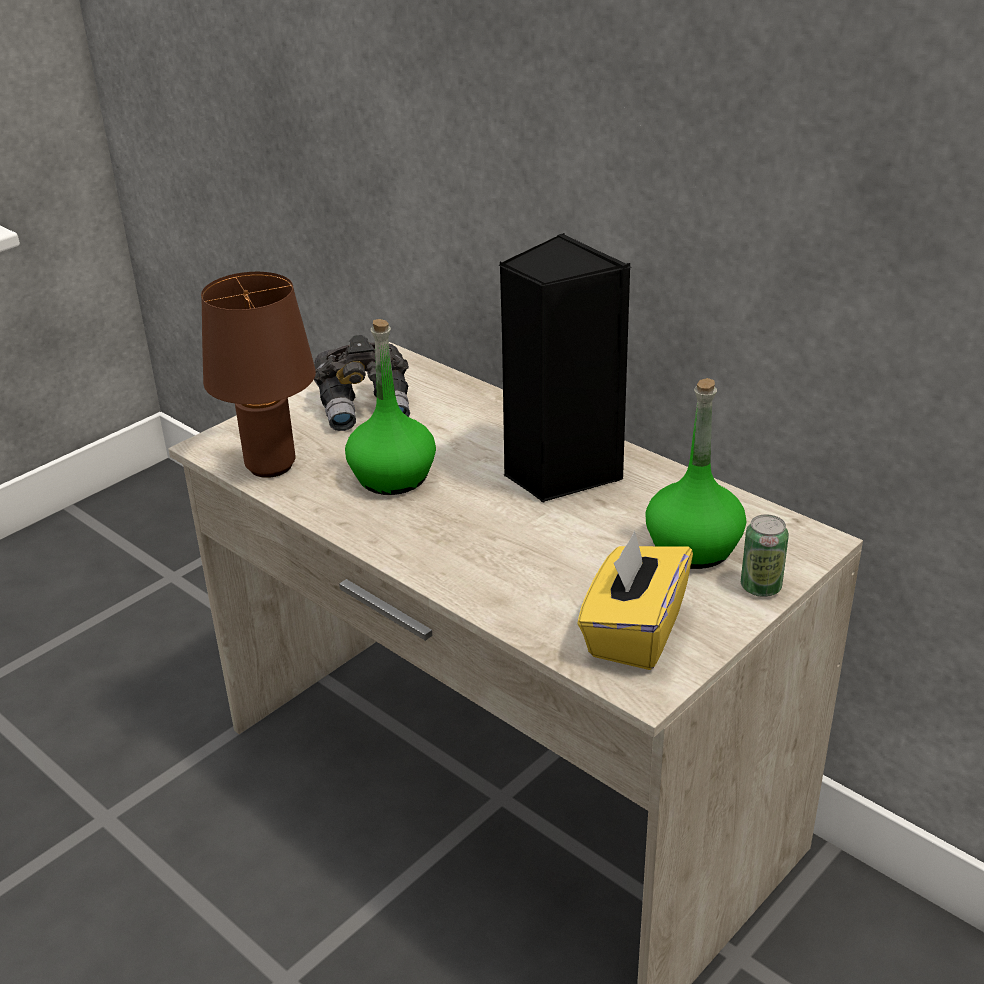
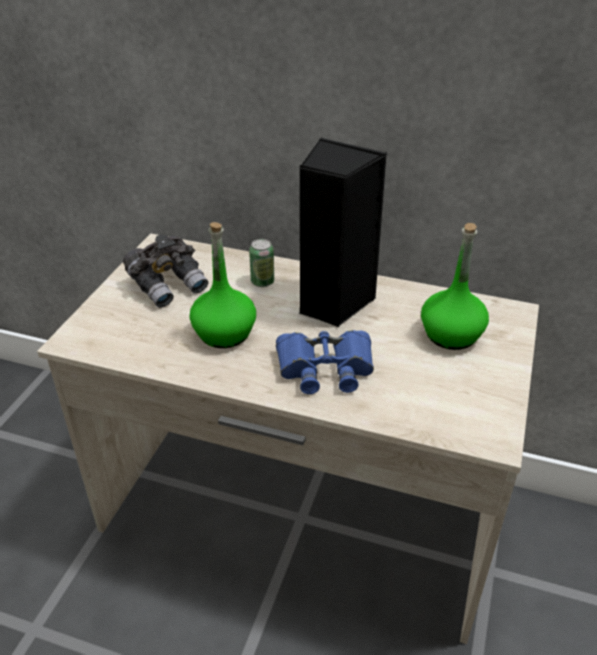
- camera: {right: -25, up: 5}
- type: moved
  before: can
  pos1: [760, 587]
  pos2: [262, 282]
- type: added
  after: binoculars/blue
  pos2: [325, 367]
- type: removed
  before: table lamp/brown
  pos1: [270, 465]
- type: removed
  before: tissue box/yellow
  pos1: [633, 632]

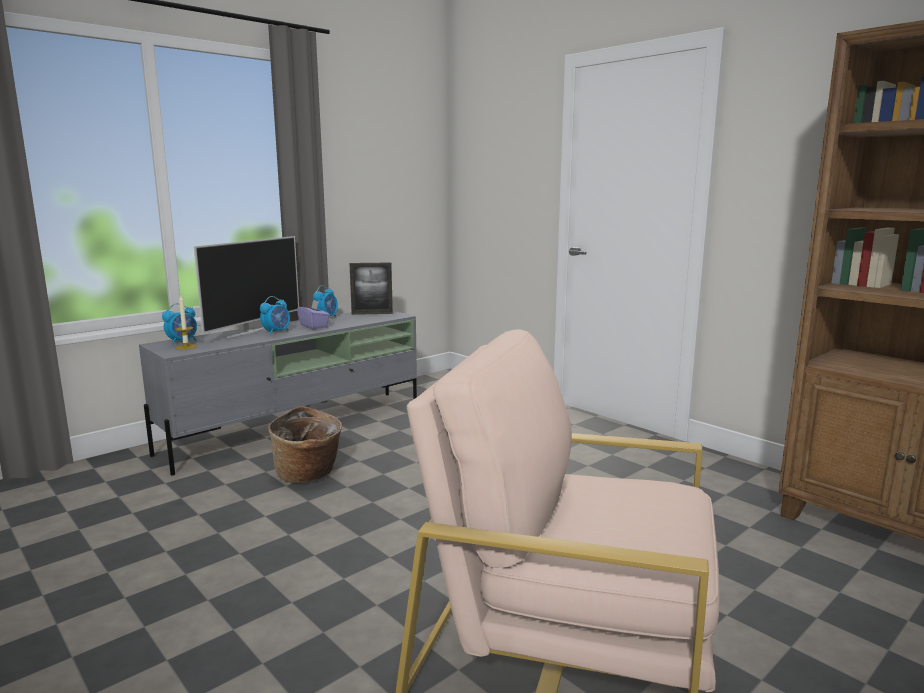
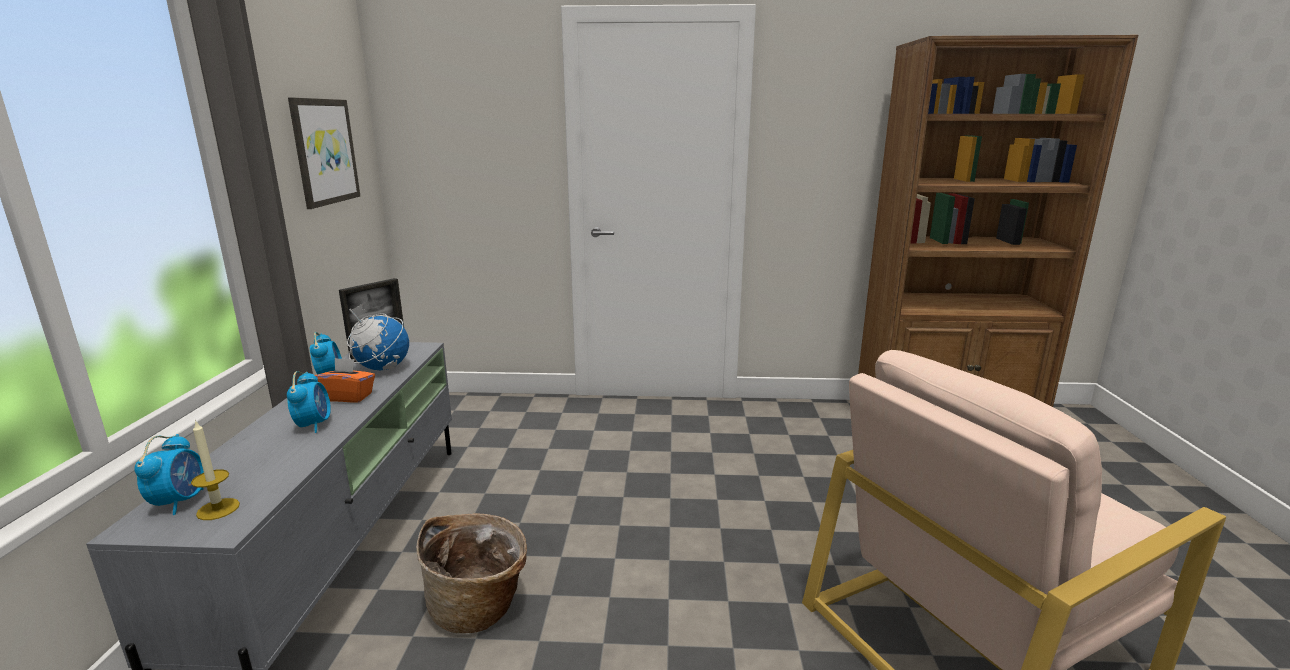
- camera: {right: -45, up: 5}
- type: added
  after: picture
  pos2: [324, 151]
- type: recoloured
  before: tissue box/purple
  after: tissue box/orange
  pos1: [314, 326]
  pos2: [347, 397]
- type: added
  after: globe
  pos2: [382, 368]
- type: removed
  before: television
  pos1: [251, 331]

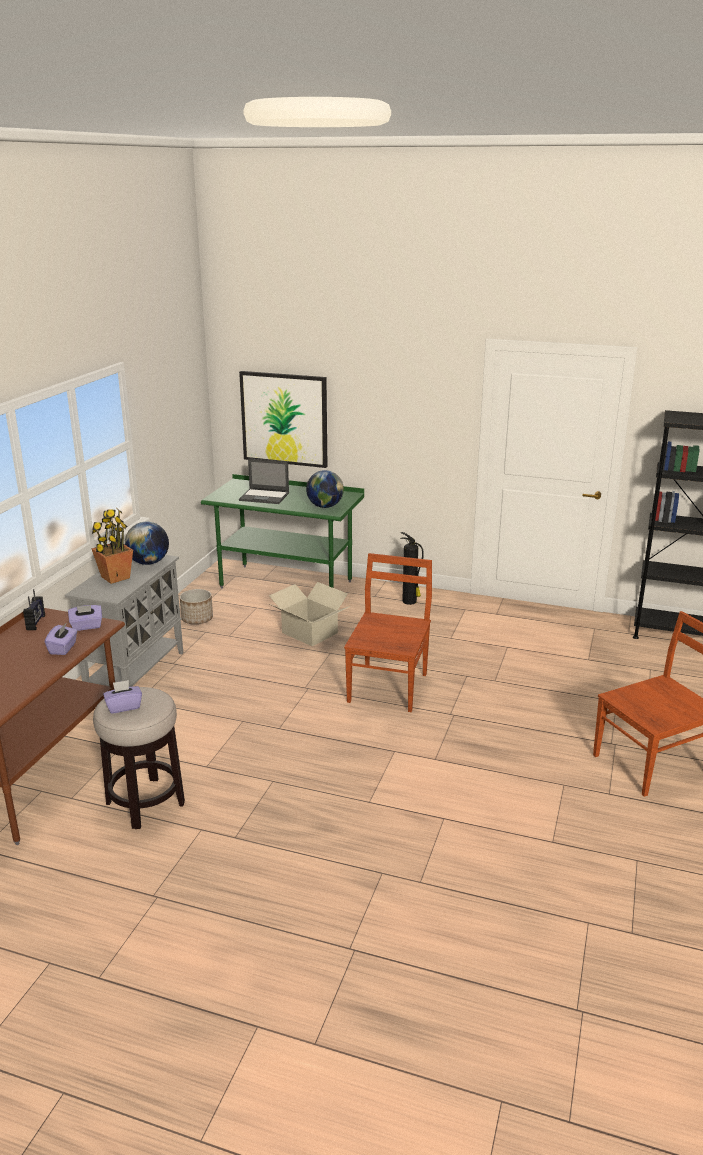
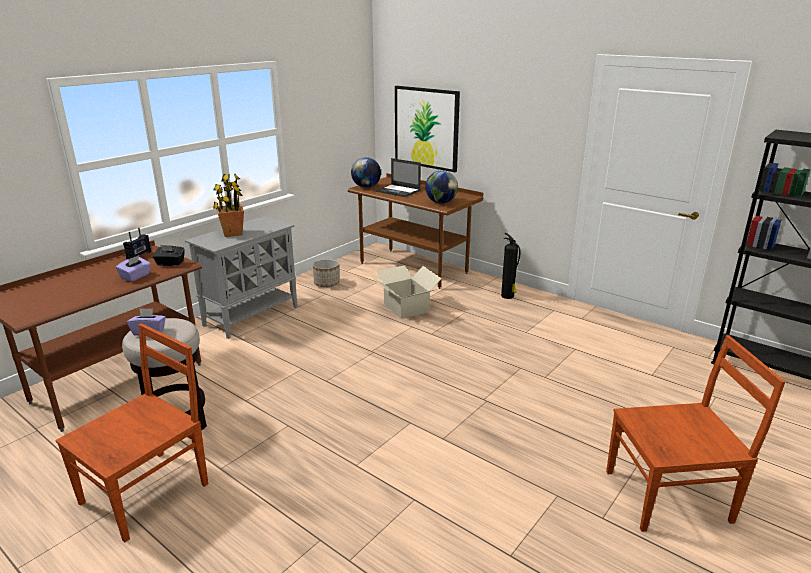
- camera: {right: 20, up: 0}
- type: moved
  before: chair/brown
  pos1: [388, 686]
  pos2: [148, 492]
- type: recoloured
  before: tissue box/purple
  after: tissue box/black
  pos1: [86, 626]
  pos2: [170, 263]
- type: recoloured
  before: desk/green
  after: desk/brown
  pos1: [286, 584]
  pos2: [413, 268]
- type: moved
  before: globe
  pos1: [148, 562]
  pos2: [366, 187]

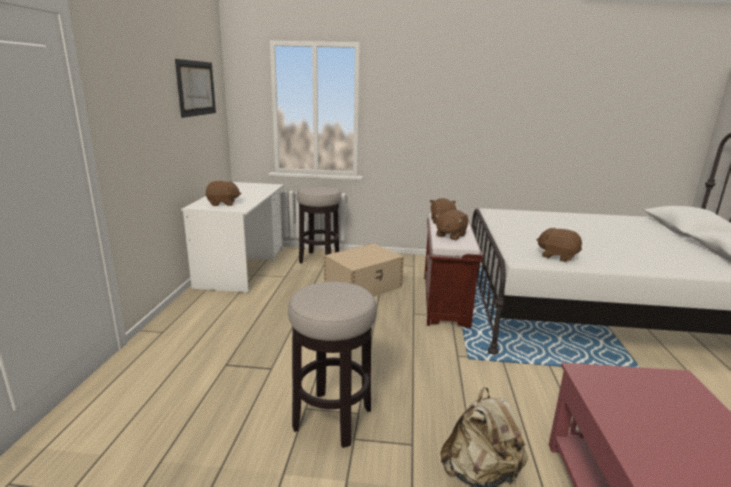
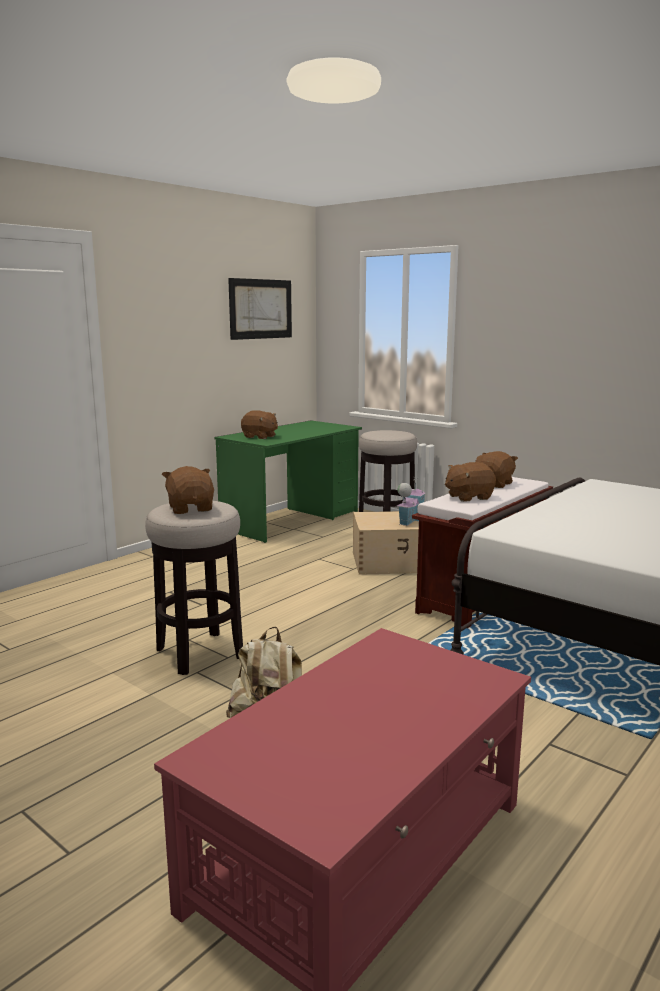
- camera: {right: 35, up: -5}
- type: moved
  before: plush toy/brown
  pos1: [557, 256]
  pos2: [191, 508]
- type: recoloured
  before: desk/white
  after: desk/green
  pos1: [242, 267]
  pos2: [291, 520]
- type: added
  after: toy house
  pos2: [409, 520]

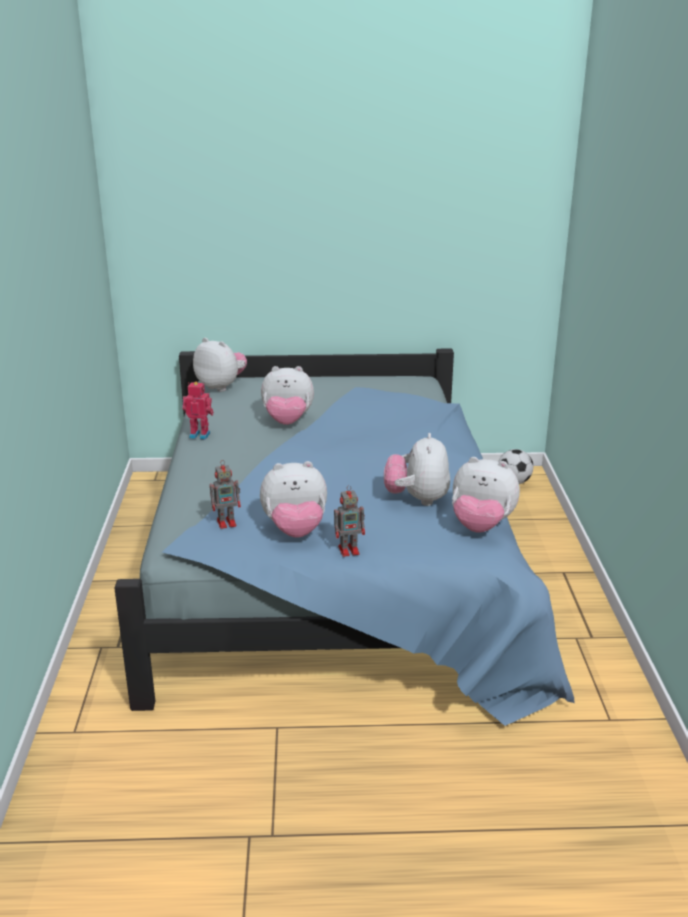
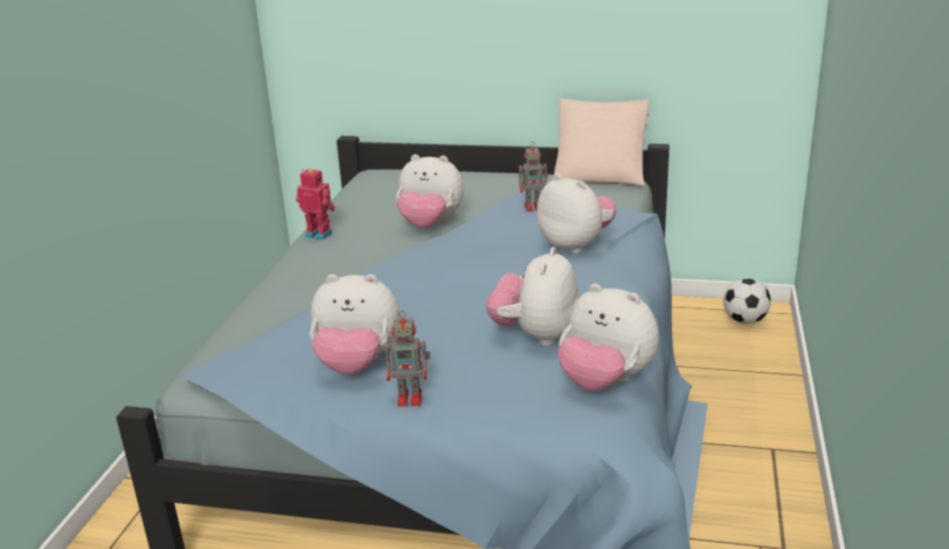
- camera: {right: 15, up: 0}
- type: moved
  before: toy robot
  pos1: [227, 522]
  pos2: [534, 207]
- type: moved
  before: plush toy
  pos1: [221, 386]
  pos2: [576, 245]
- type: added
  after: pillow/beige
  pos2: [600, 176]

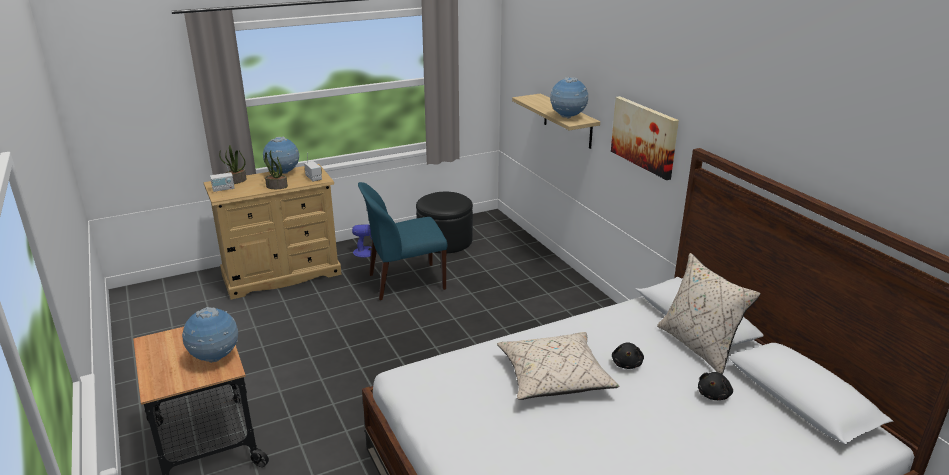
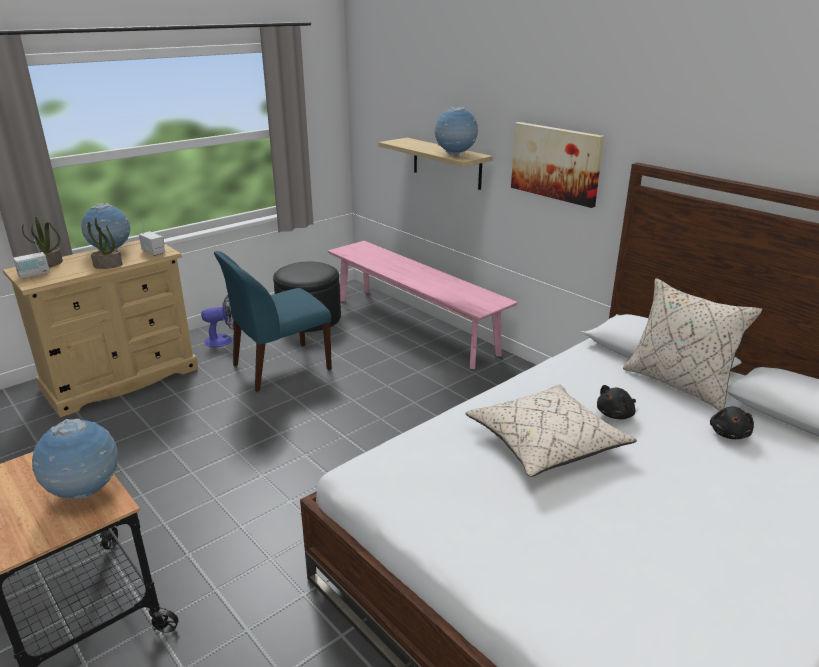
- camera: {right: -15, up: 0}
- type: added
  after: bench/pink
  pos2: [414, 325]
- type: turned
  before: plush toy/black
  pos1: [627, 364]
  pos2: [616, 414]
  turn: 60

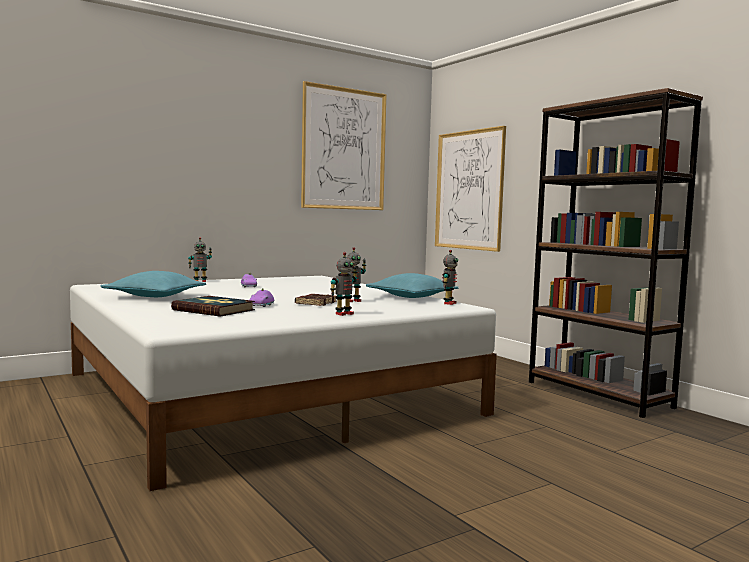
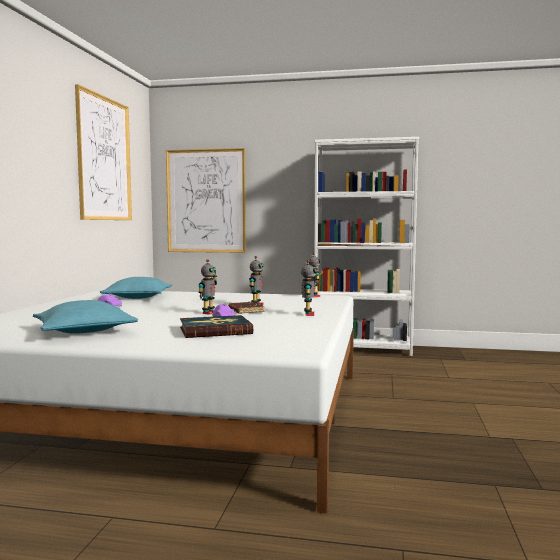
- camera: {right: -45, up: 0}
- type: moved
  before: pillow/turquoise
  pos1: [411, 297]
  pos2: [138, 297]
- type: moved
  before: toy robot
  pos1: [200, 281]
  pos2: [208, 313]
- type: recoloured
  before: bookcase/brown
  after: bookcase/white
  pos1: [598, 394]
  pos2: [363, 349]

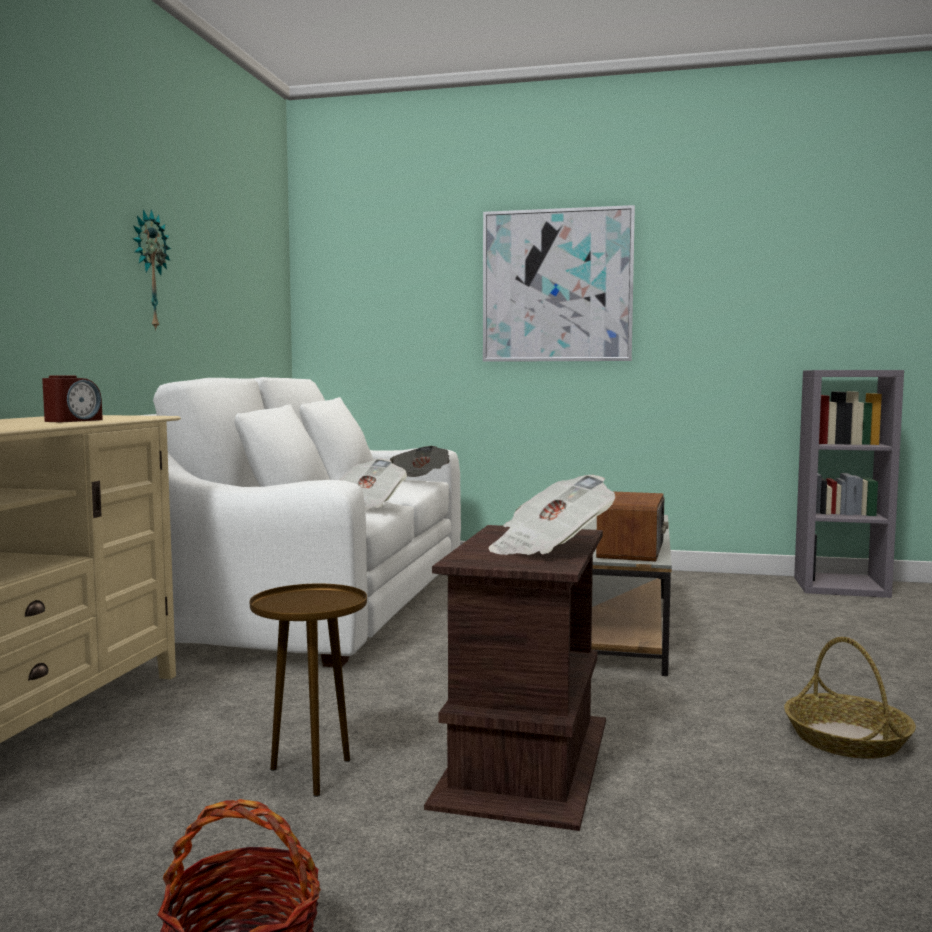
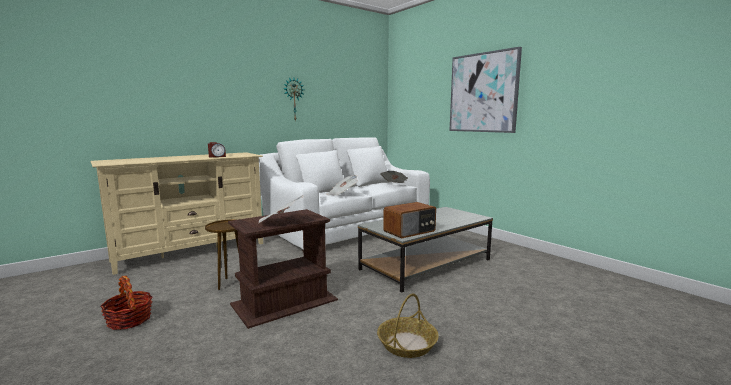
- camera: {right: 40, up: 5}
- type: removed
  before: bookcase/grey
  pos1: [841, 587]

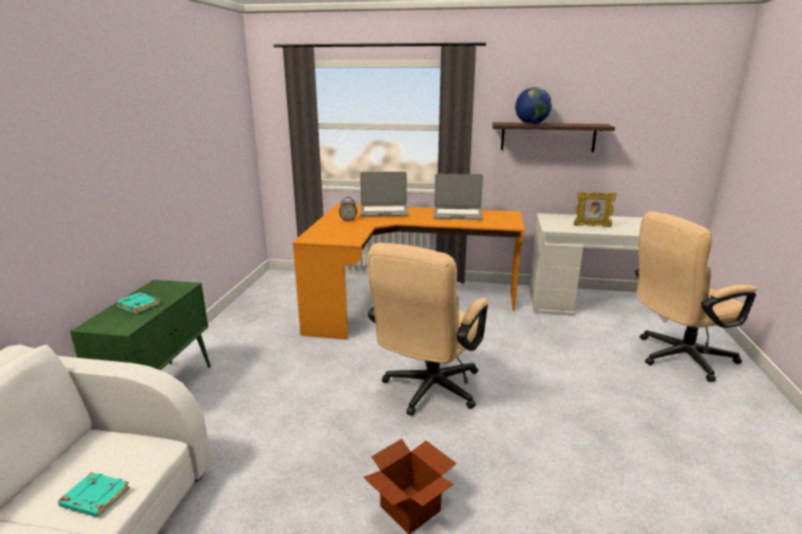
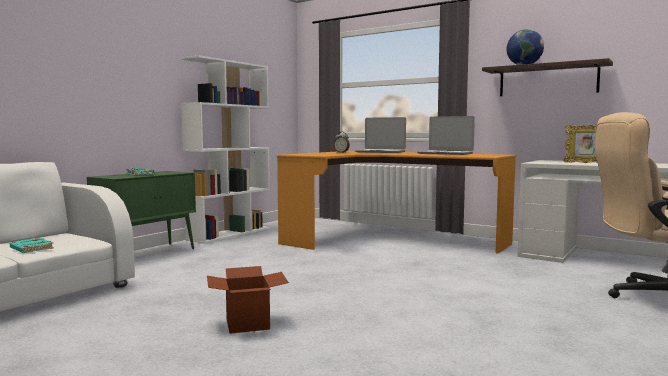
- camera: {right: 25, up: -15}
- type: added
  after: bookcase/white
  pos2: [230, 234]
- type: removed
  before: office chair/beige
  pos1: [427, 392]

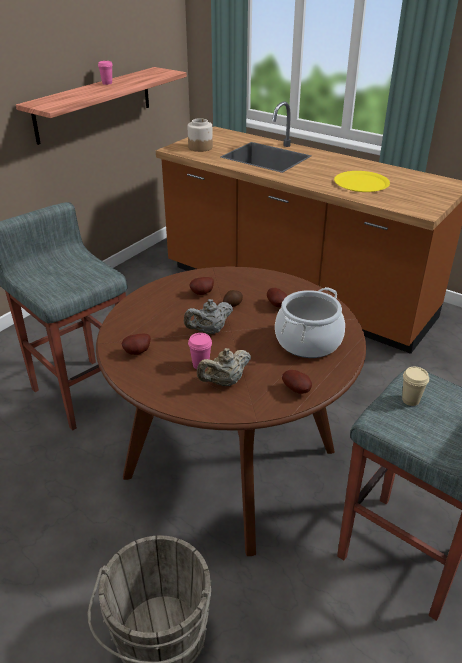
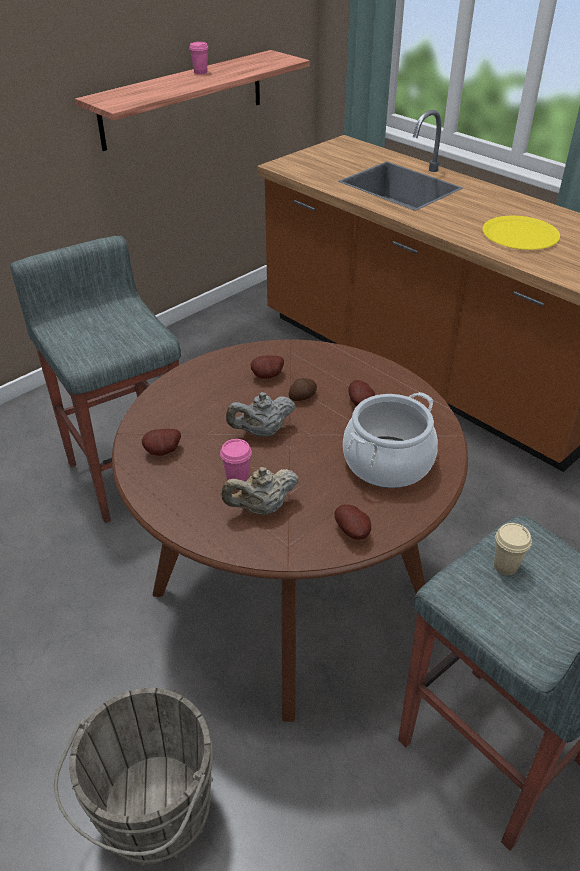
- camera: {right: 10, up: 5}
- type: removed
  before: jar
  pos1: [200, 147]

